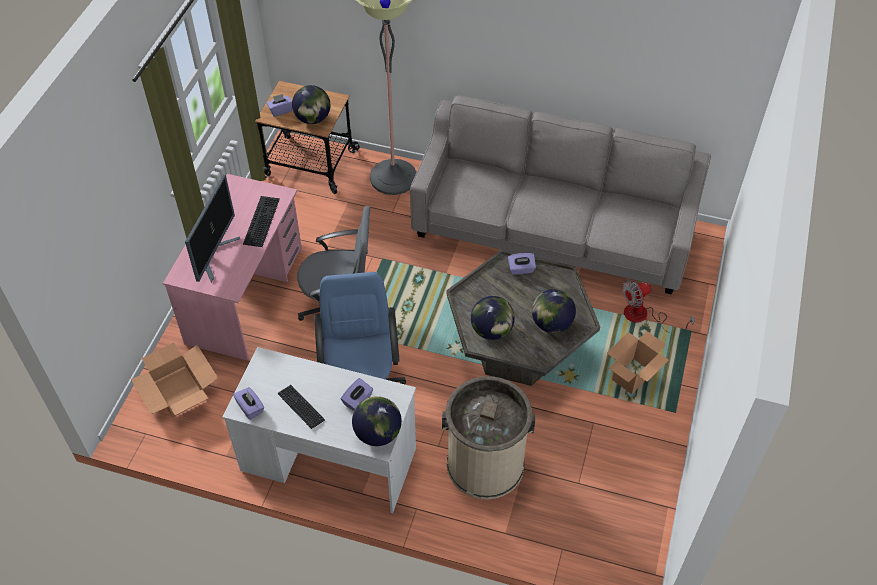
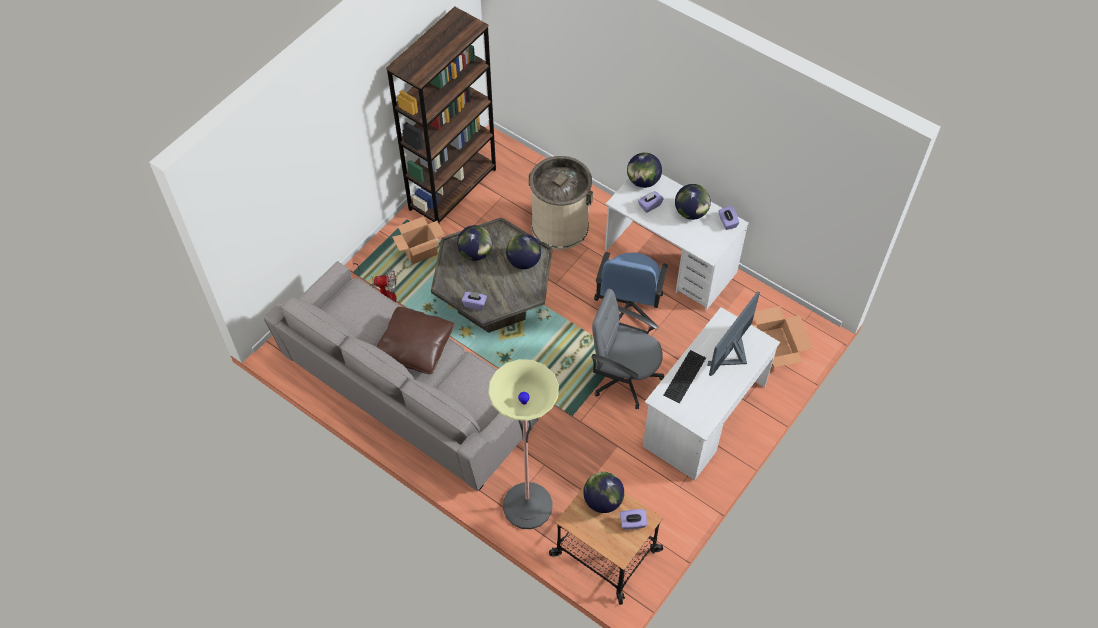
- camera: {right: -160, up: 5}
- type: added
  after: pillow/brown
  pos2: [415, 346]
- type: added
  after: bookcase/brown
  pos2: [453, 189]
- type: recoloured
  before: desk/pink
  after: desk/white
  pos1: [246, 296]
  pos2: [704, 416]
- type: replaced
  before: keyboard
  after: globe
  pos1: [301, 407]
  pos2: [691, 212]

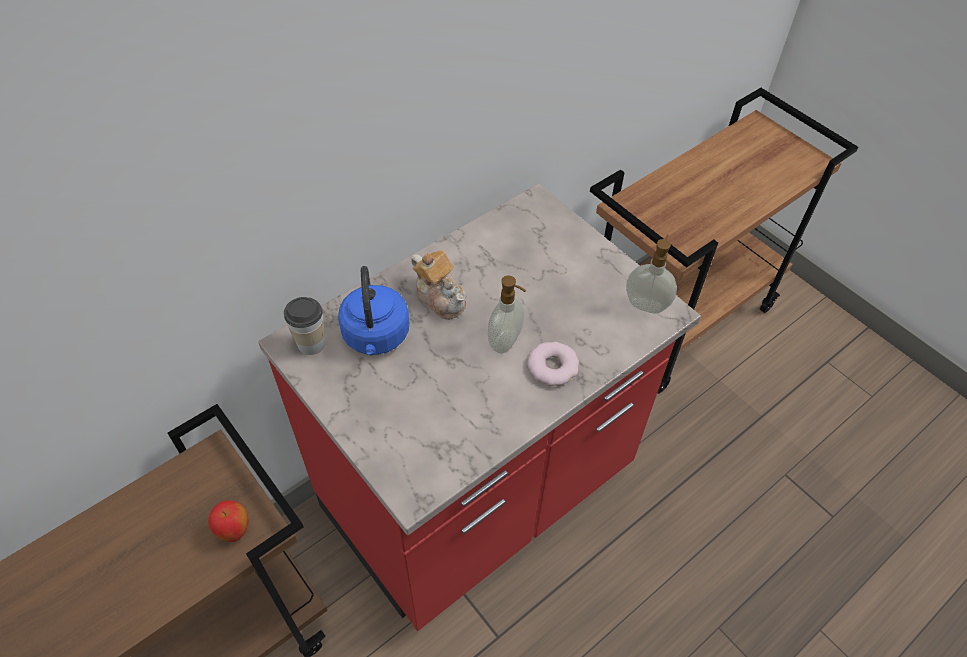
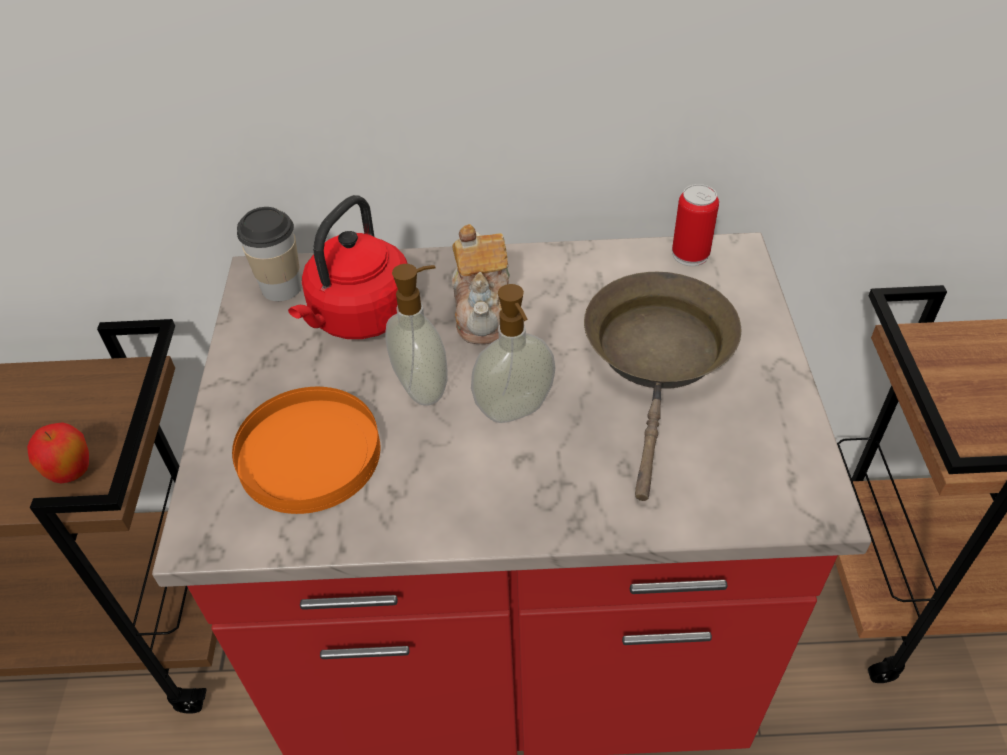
- camera: {right: 40, up: -5}
- type: added
  after: plate/orange
  pos2: [308, 455]
- type: recoloured
  before: kettle/blue
  after: kettle/red
  pos1: [376, 337]
  pos2: [359, 318]
- type: moved
  before: soap dispenser
  pos1: [646, 304]
  pos2: [423, 386]
- type: added
  after: frying pan/brown
  pos2: [659, 358]
- type: added
  after: can
  pos2: [690, 254]
- type: removed
  before: donut
  pos1: [552, 367]

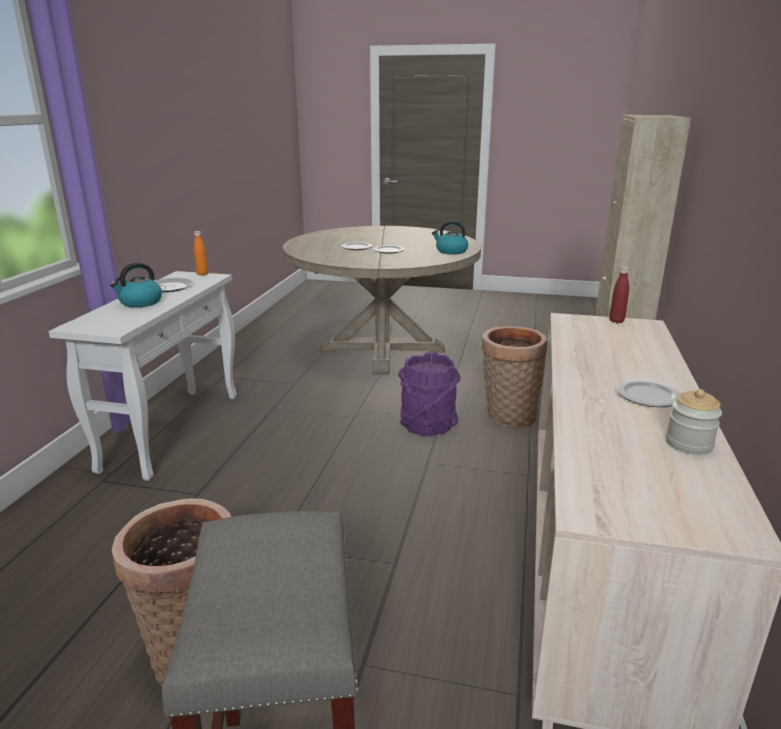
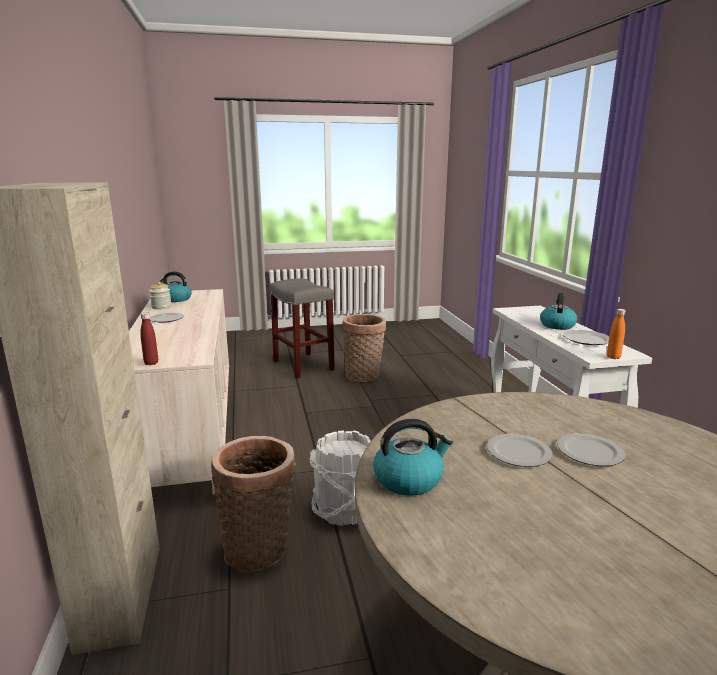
- camera: {right: 155, up: -5}
- type: added
  after: kettle
  pos2: [176, 299]
- type: recoloured
  before: bucket/purple
  after: bucket/white
  pos1: [427, 425]
  pos2: [344, 509]

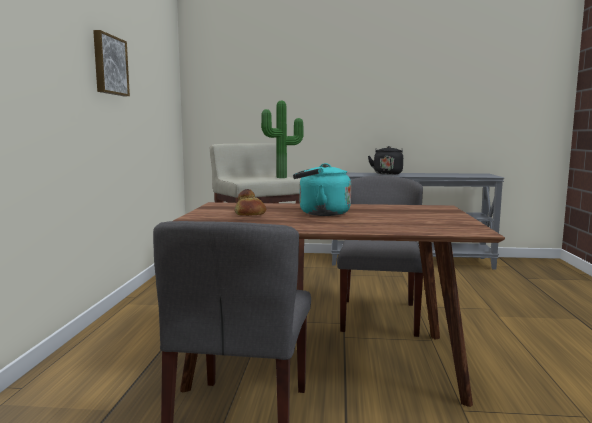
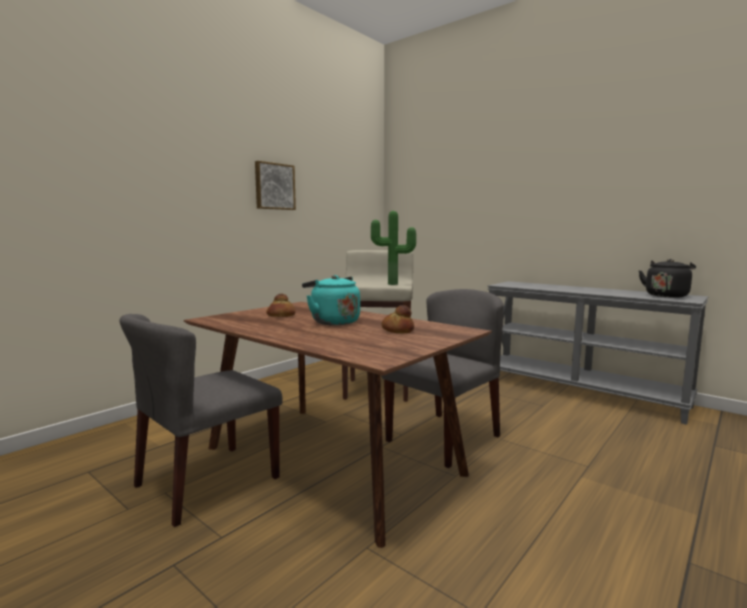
- camera: {right: 35, up: 0}
- type: added
  after: bread
  pos2: [398, 330]
- type: moved
  before: kettle/black
  pos1: [387, 173]
  pos2: [666, 295]

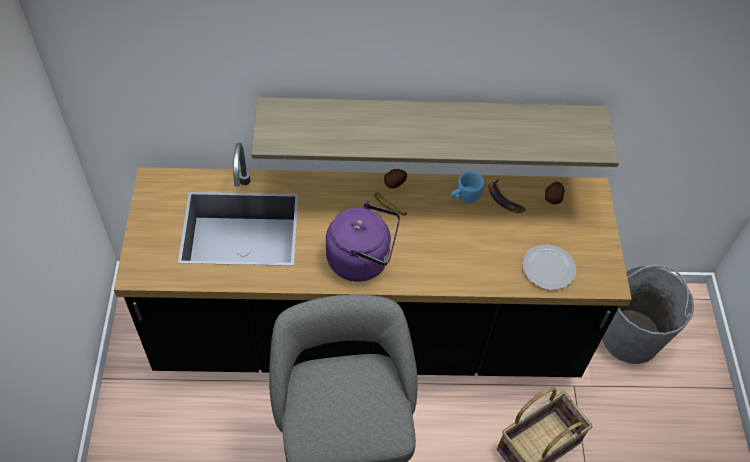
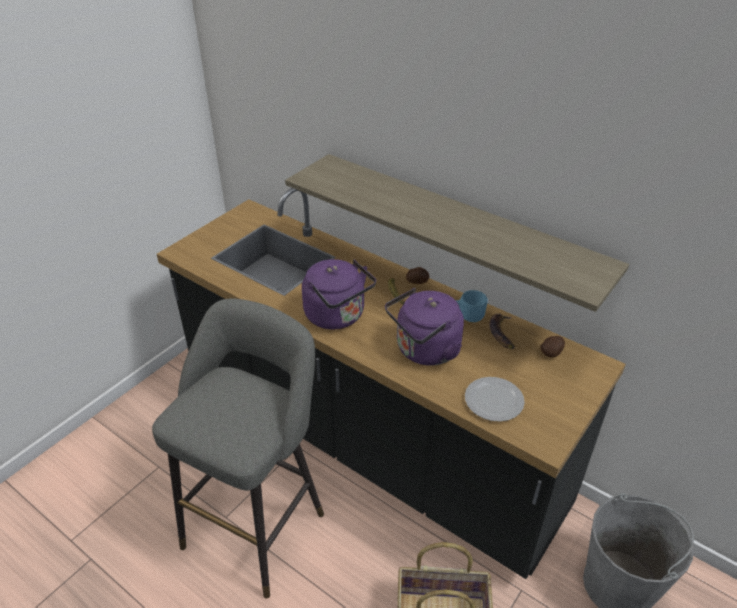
- camera: {right: 40, up: -15}
- type: added
  after: kettle/purple
  pos2: [424, 351]

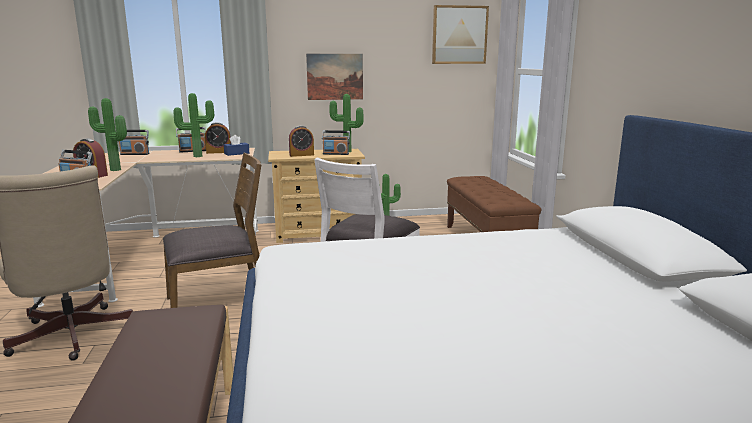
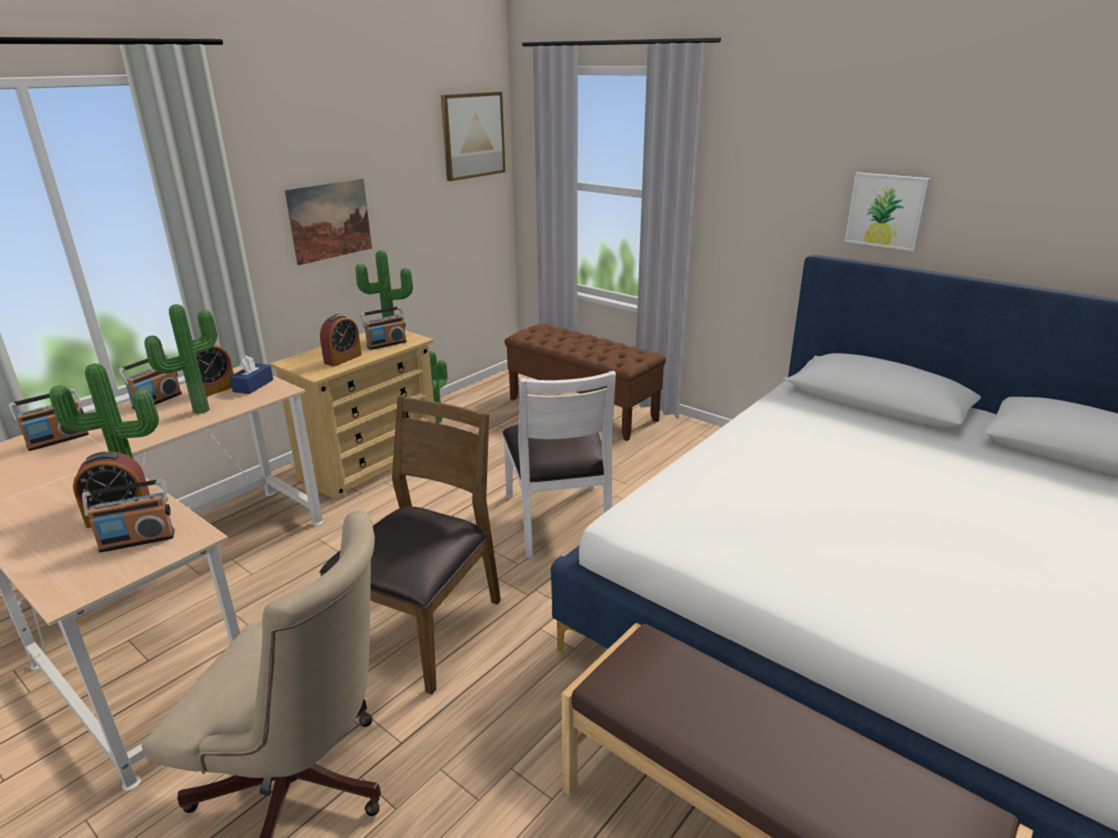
- camera: {right: -40, up: 10}
- type: added
  after: picture
  pos2: [886, 211]

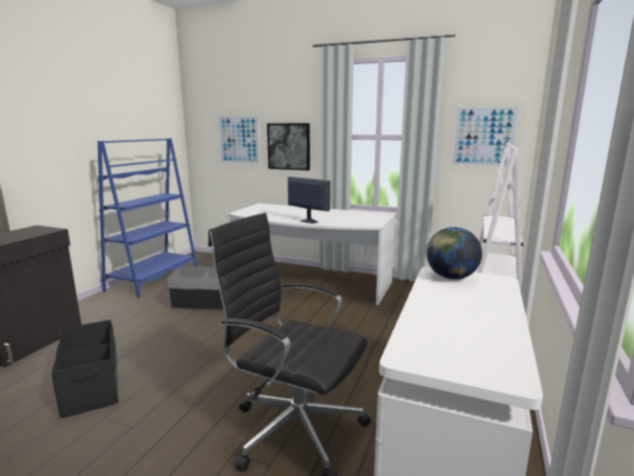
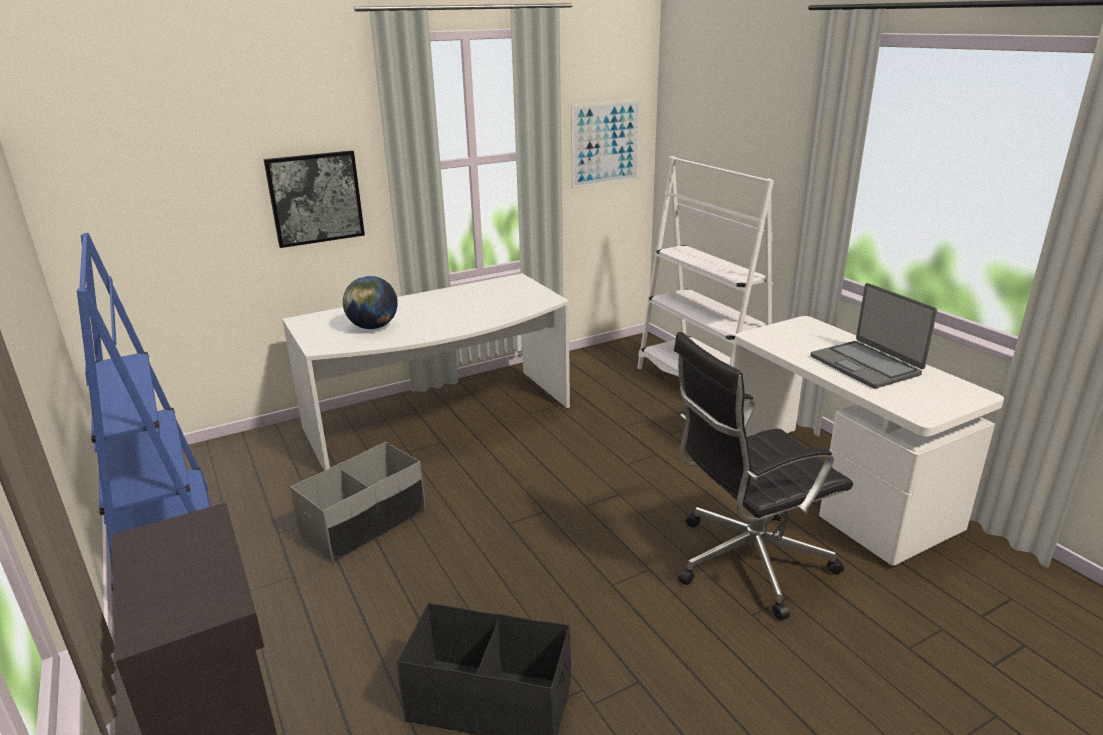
- camera: {right: -50, up: 10}
- type: moved
  before: globe
  pos1: [451, 277]
  pos2: [373, 327]
- type: added
  after: laptop
  pos2: [865, 365]
- type: removed
  before: picture
  pos1: [239, 139]
- type: removed
  before: monitor
  pos1: [308, 221]

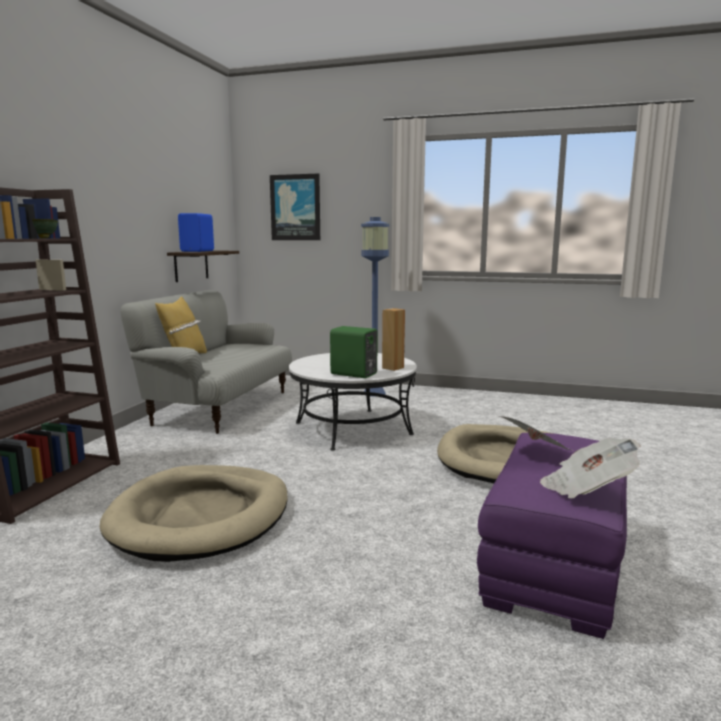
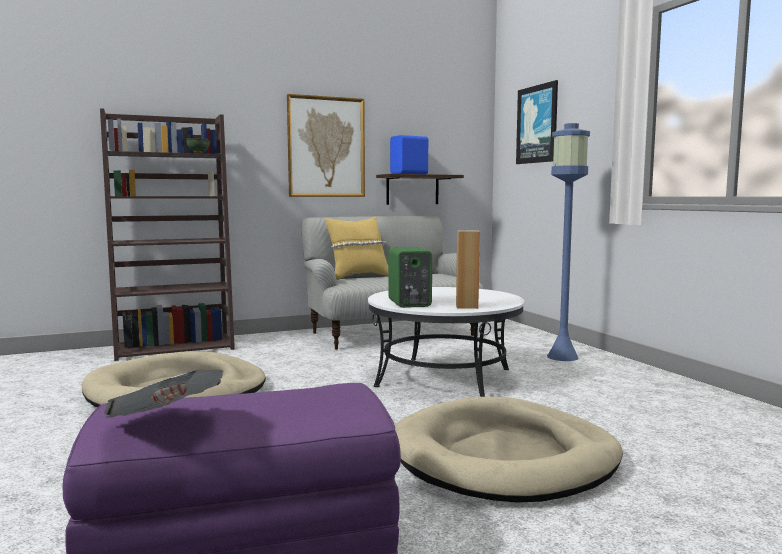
- camera: {right: 50, up: -5}
- type: added
  after: picture
  pos2: [326, 147]
- type: removed
  before: newspaper
  pos1: [536, 452]

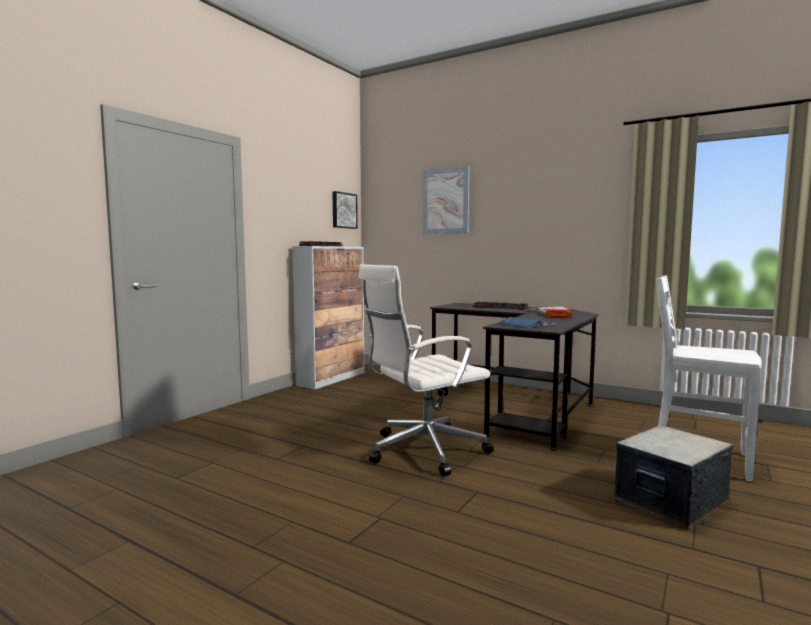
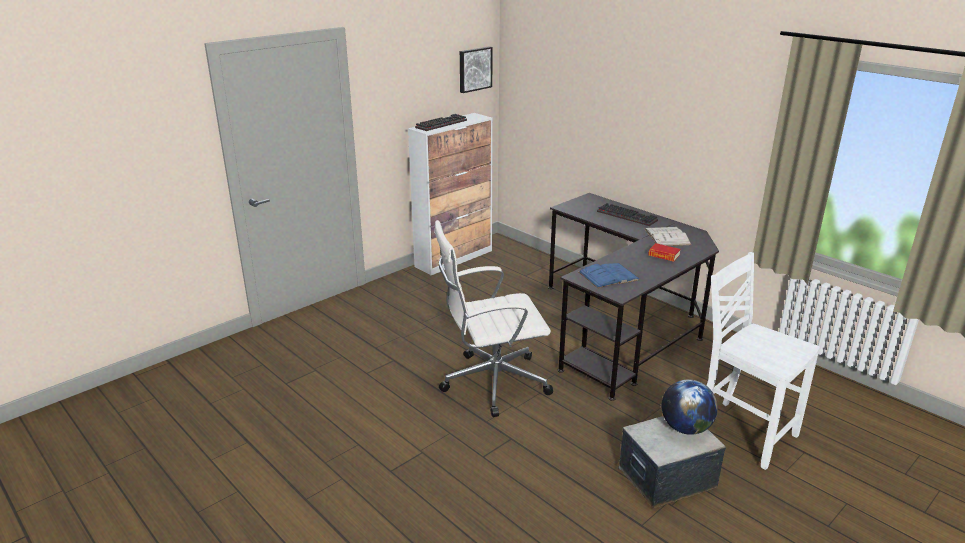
- camera: {right: 15, up: 20}
- type: added
  after: globe
  pos2: [685, 428]
- type: removed
  before: picture
  pos1: [446, 201]

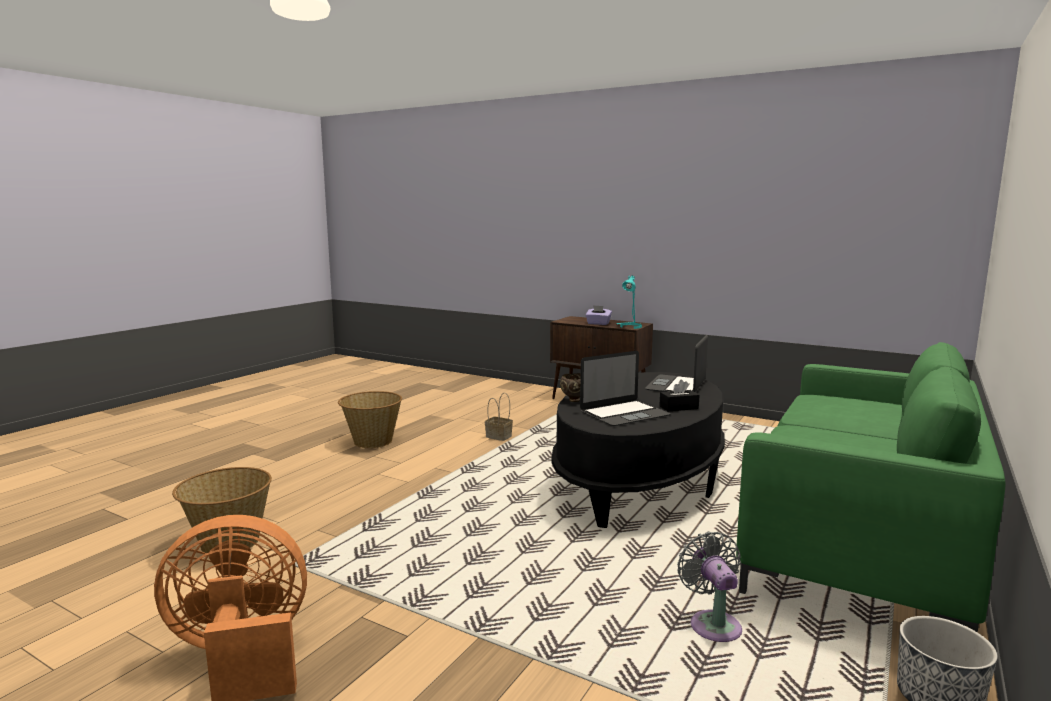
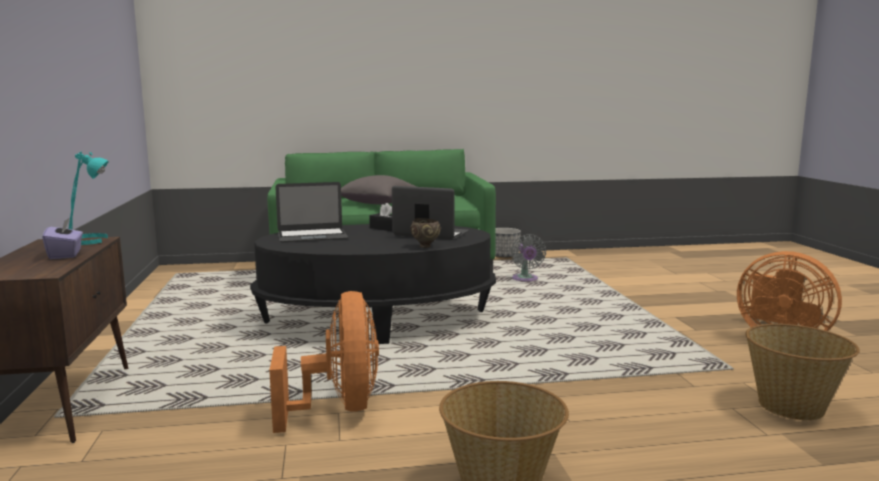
- camera: {right: -130, up: 0}
- type: replaced
  before: basket
  after: fan/orange
  pos1: [499, 436]
  pos2: [339, 408]
- type: added
  after: pillow/grey
  pos2: [377, 203]
- type: turned
  before: fan/grey
  pos1: [713, 624]
  pos2: [525, 279]
  turn: -45

